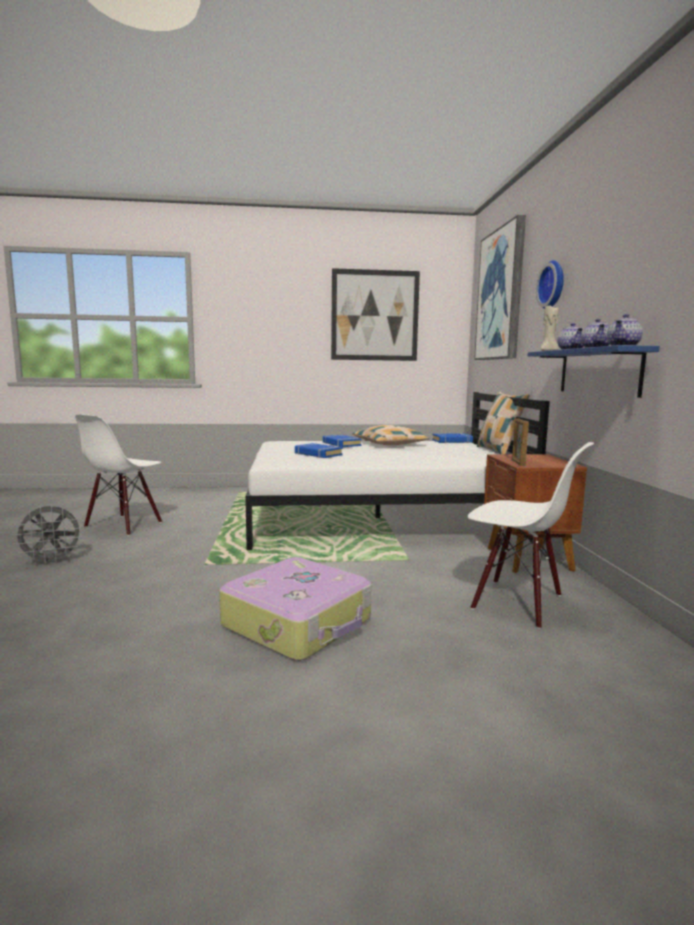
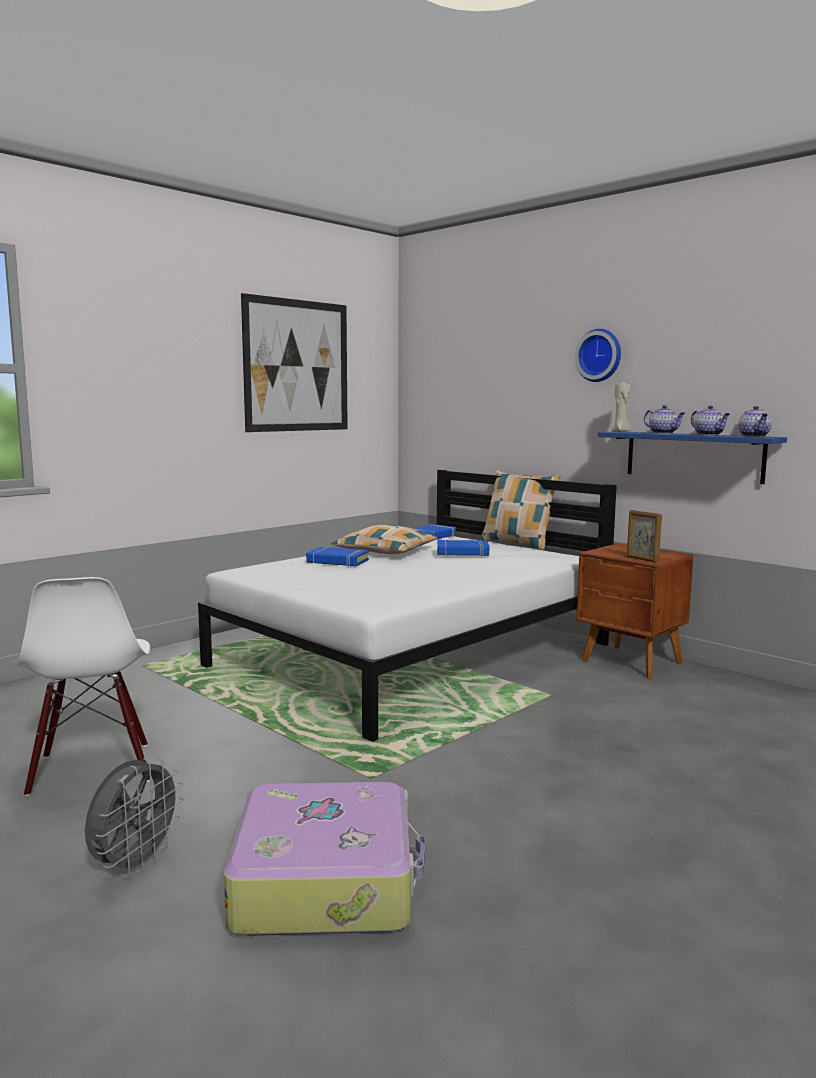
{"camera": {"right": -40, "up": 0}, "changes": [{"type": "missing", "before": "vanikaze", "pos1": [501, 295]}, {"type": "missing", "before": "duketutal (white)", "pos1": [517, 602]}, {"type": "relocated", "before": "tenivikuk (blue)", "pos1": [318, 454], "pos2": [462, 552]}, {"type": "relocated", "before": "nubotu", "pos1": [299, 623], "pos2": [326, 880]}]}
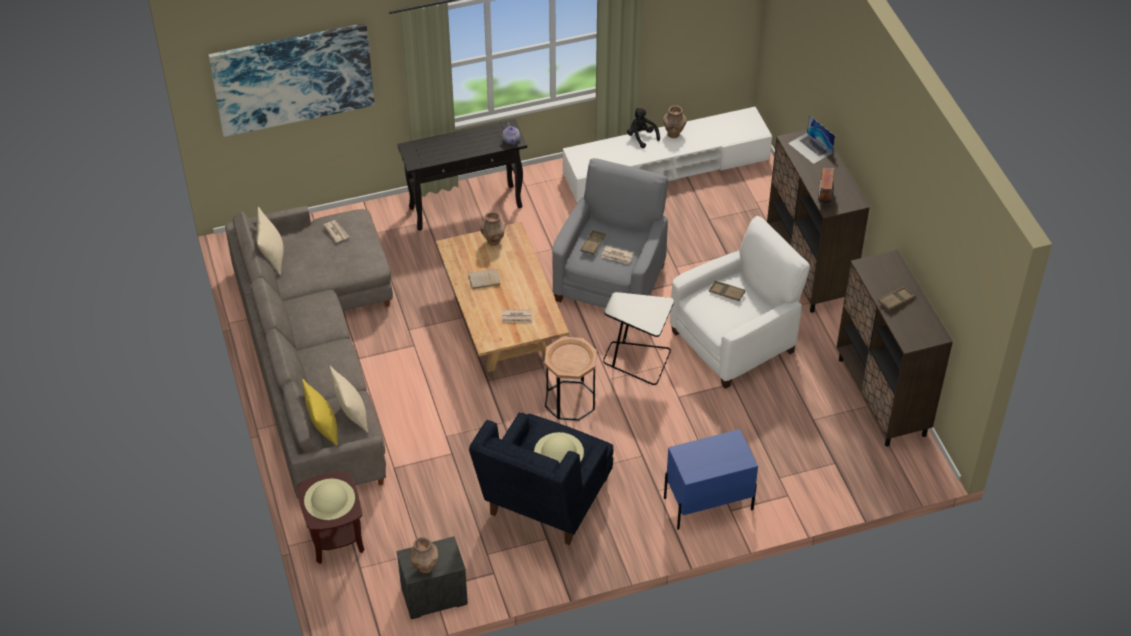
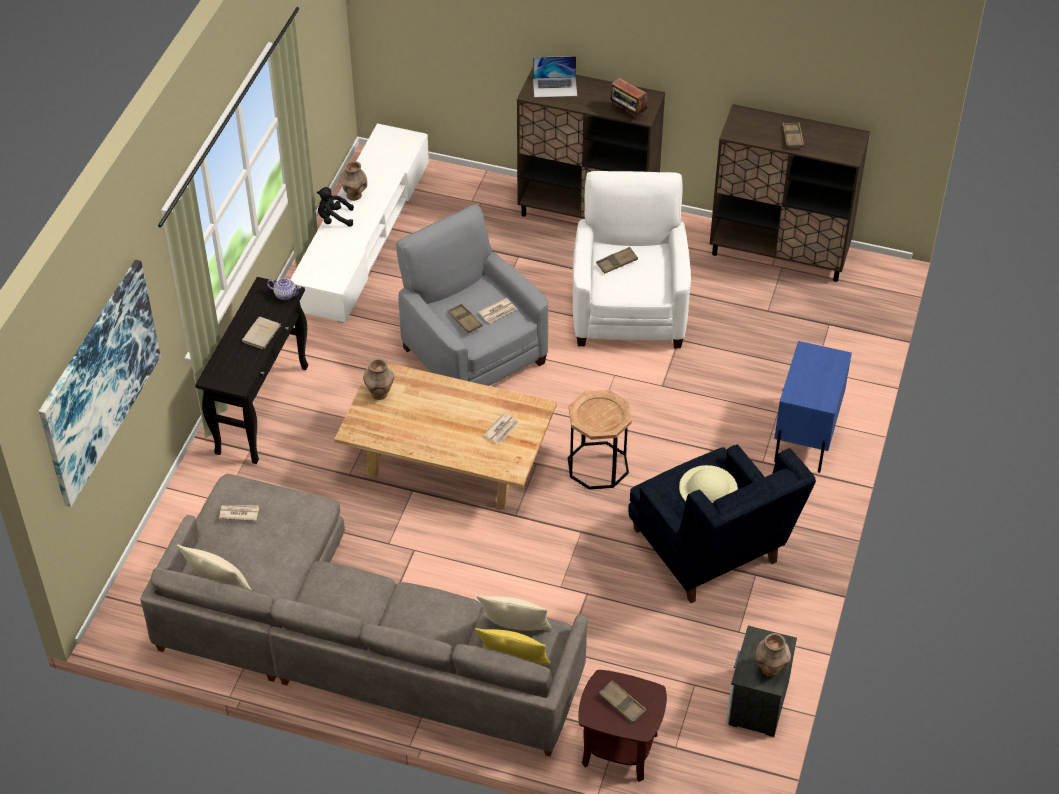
{"camera": {"right": -55, "up": 0}, "changes": [{"type": "relocated", "before": "tenivikuk (beige)", "pos1": [483, 280], "pos2": [261, 335]}, {"type": "missing", "before": "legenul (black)", "pos1": [637, 360]}, {"type": "exchanged", "before": "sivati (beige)", "after": "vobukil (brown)", "pos1": [329, 499], "pos2": [622, 704]}]}
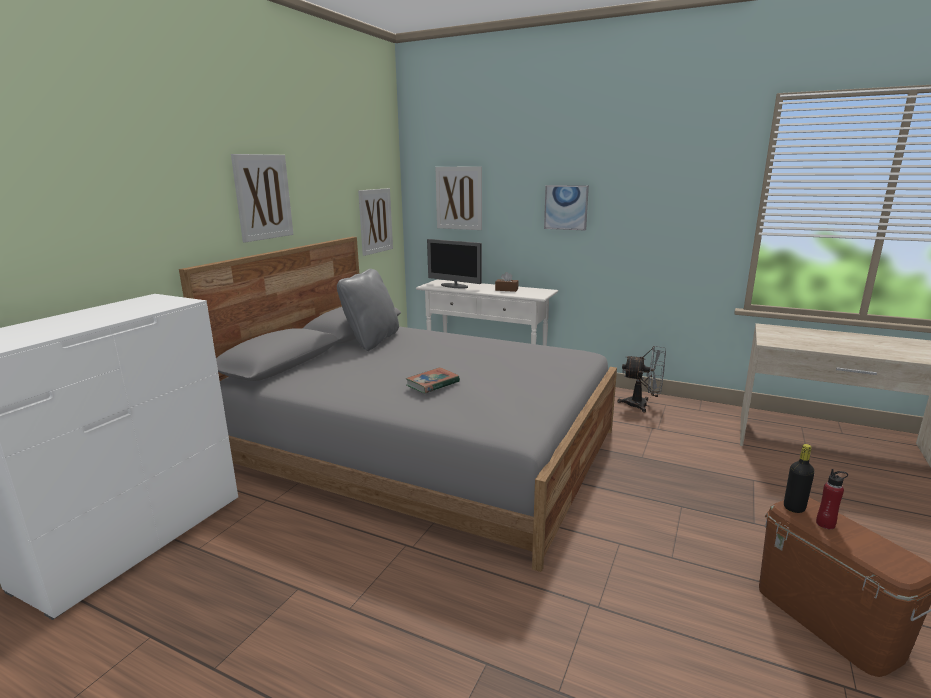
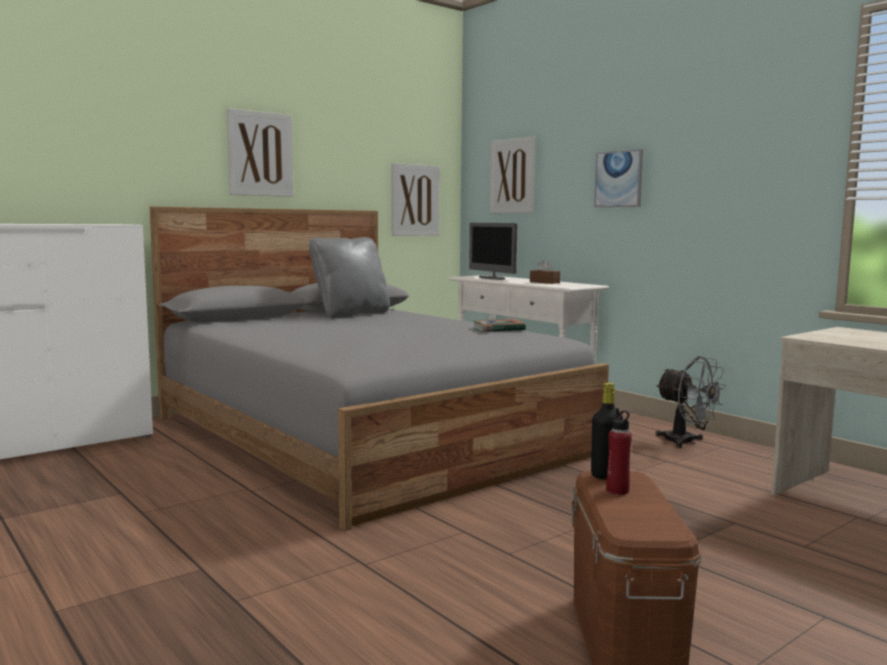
{"camera": {"right": 25, "up": -10}, "changes": [{"type": "relocated", "before": "tenivikuk", "pos1": [432, 384], "pos2": [498, 329]}]}
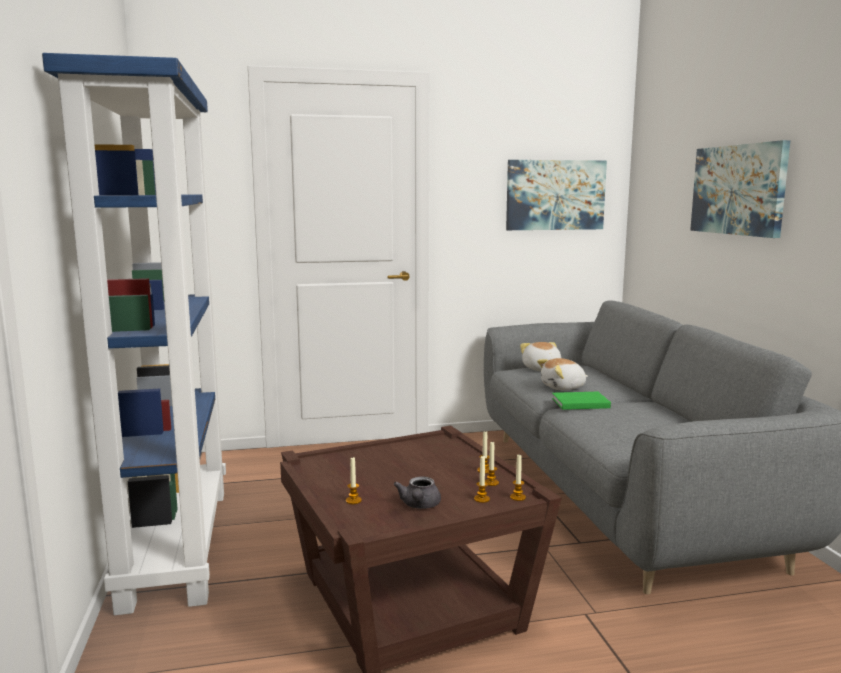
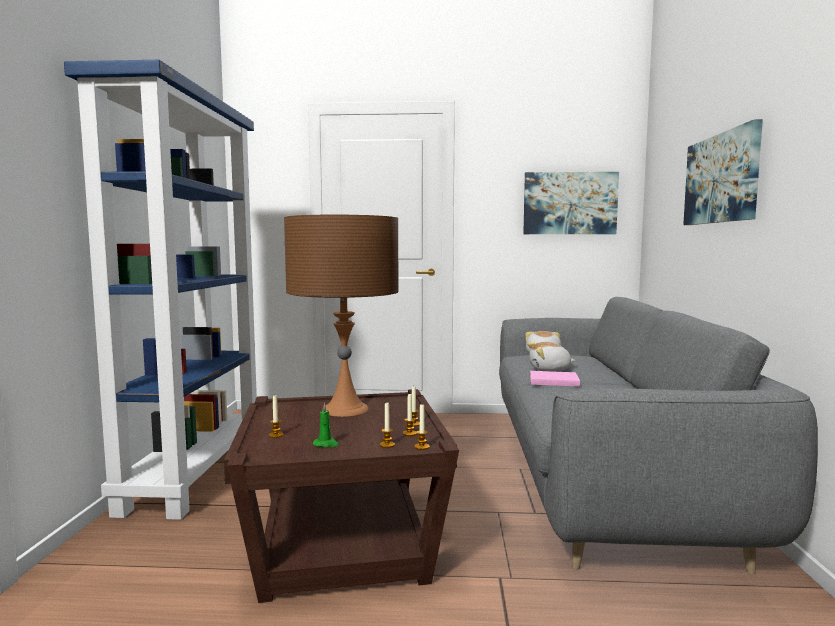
{"camera": {"right": 15, "up": -5}, "changes": [{"type": "colour", "before": "tenivikuk (green)", "after": "tenivikuk (pink)", "pos1": [578, 403], "pos2": [552, 381]}, {"type": "exchanged", "before": "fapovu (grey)", "after": "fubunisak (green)", "pos1": [419, 506], "pos2": [326, 444]}, {"type": "appeared", "after": "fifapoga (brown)", "pos2": [345, 409]}]}
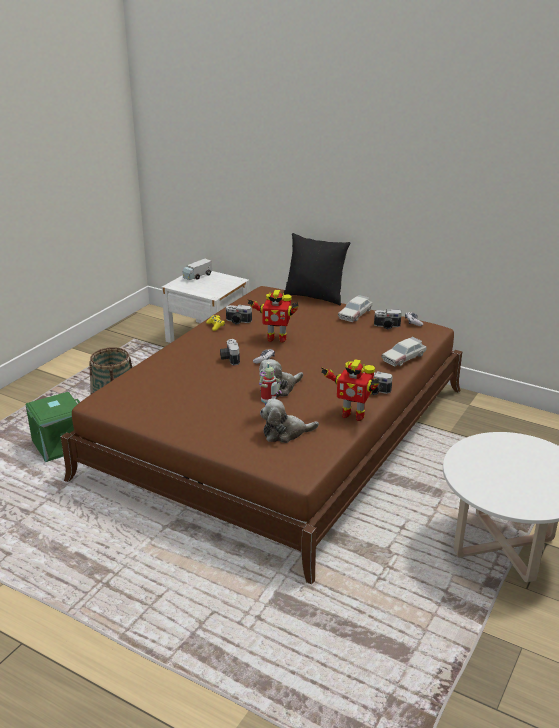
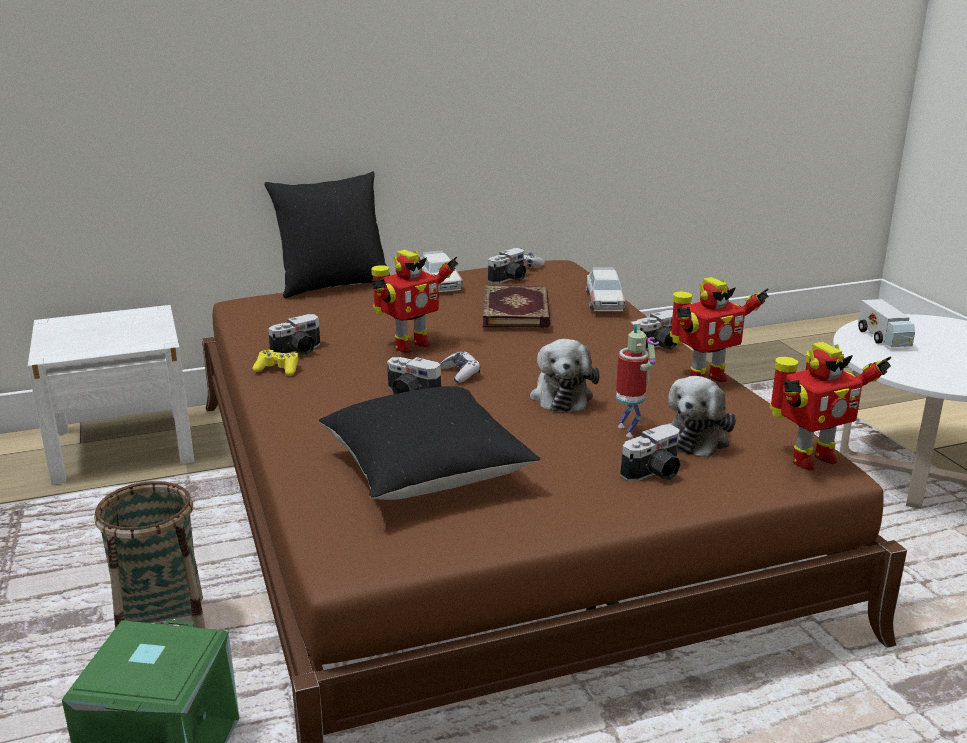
{"camera": {"right": -50, "up": -5}, "changes": [{"type": "relocated", "before": "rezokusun", "pos1": [197, 276], "pos2": [883, 338]}, {"type": "appeared", "after": "tenivikuk", "pos2": [517, 311]}, {"type": "appeared", "after": "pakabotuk", "pos2": [809, 459]}, {"type": "appeared", "after": "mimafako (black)", "pos2": [426, 472]}, {"type": "appeared", "after": "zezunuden", "pos2": [655, 473]}]}
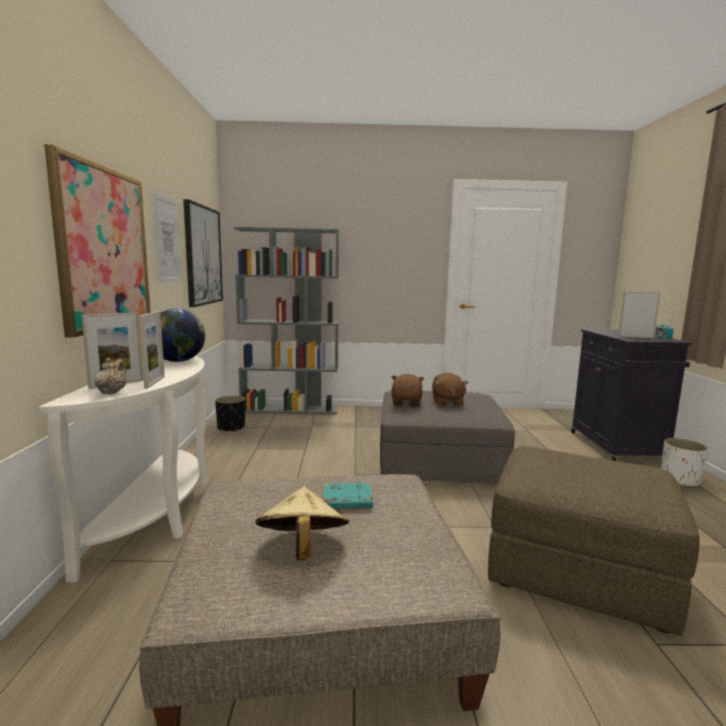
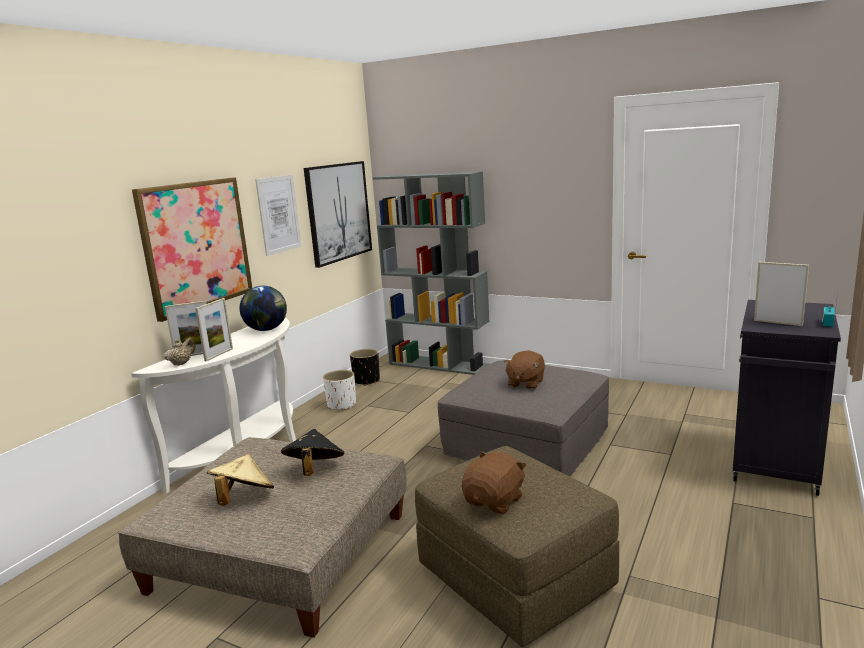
{"camera": {"right": 30, "up": 5}, "changes": [{"type": "relocated", "before": "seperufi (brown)", "pos1": [407, 403], "pos2": [495, 501]}, {"type": "relocated", "before": "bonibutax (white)", "pos1": [679, 480], "pos2": [341, 405]}, {"type": "exchanged", "before": "tenivikuk (turquoise)", "after": "sivati (black)", "pos1": [347, 501], "pos2": [314, 470]}]}
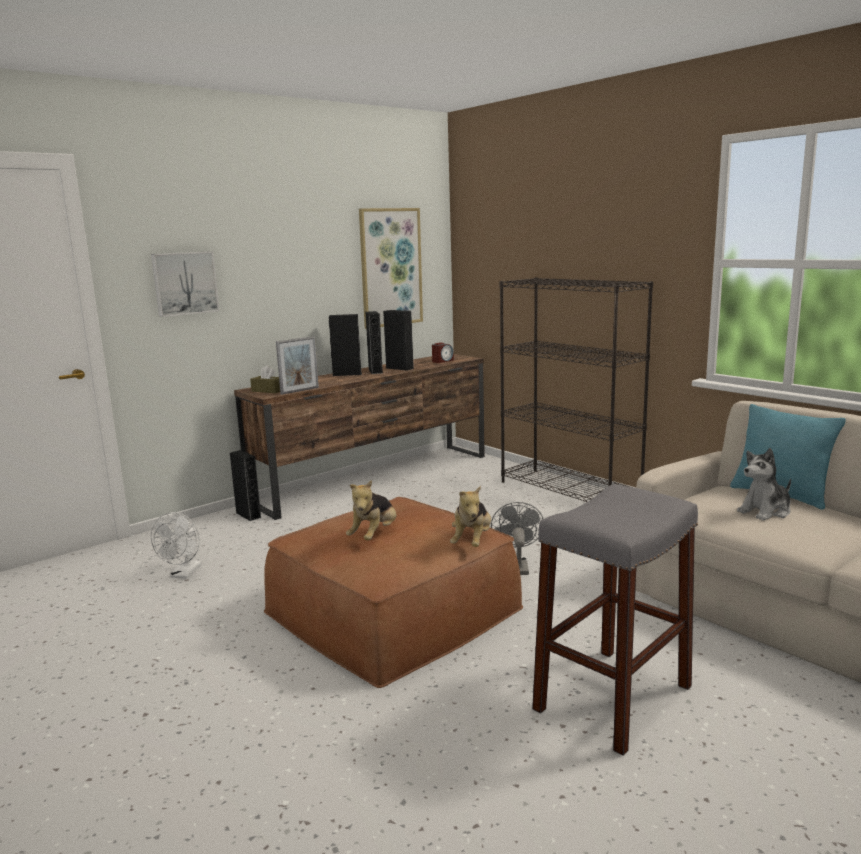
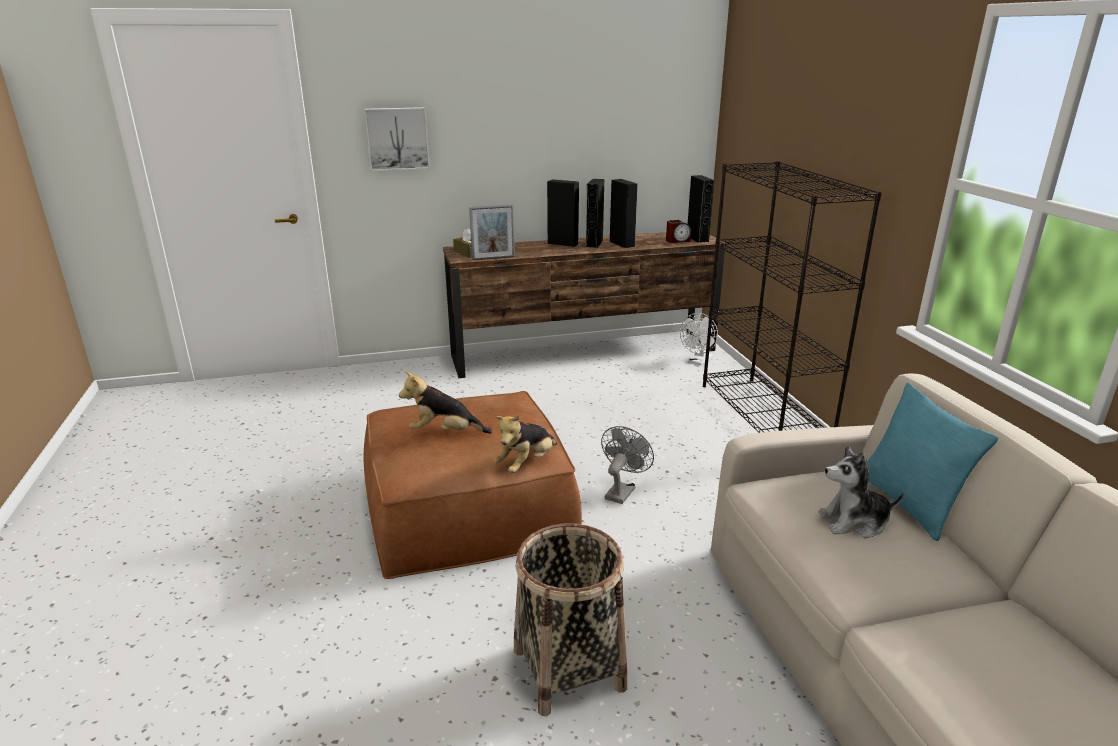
{"camera": {"right": 25, "up": 10}, "changes": [{"type": "missing", "before": "vanikaze", "pos1": [390, 267]}, {"type": "relocated", "before": "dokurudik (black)", "pos1": [248, 515], "pos2": [697, 239]}, {"type": "spun", "before": "seperufi", "pos1": [374, 535], "pos2": [445, 432], "turn": 45}, {"type": "exchanged", "before": "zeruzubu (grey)", "after": "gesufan", "pos1": [613, 698], "pos2": [568, 669]}, {"type": "relocated", "before": "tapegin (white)", "pos1": [184, 574], "pos2": [698, 361]}]}
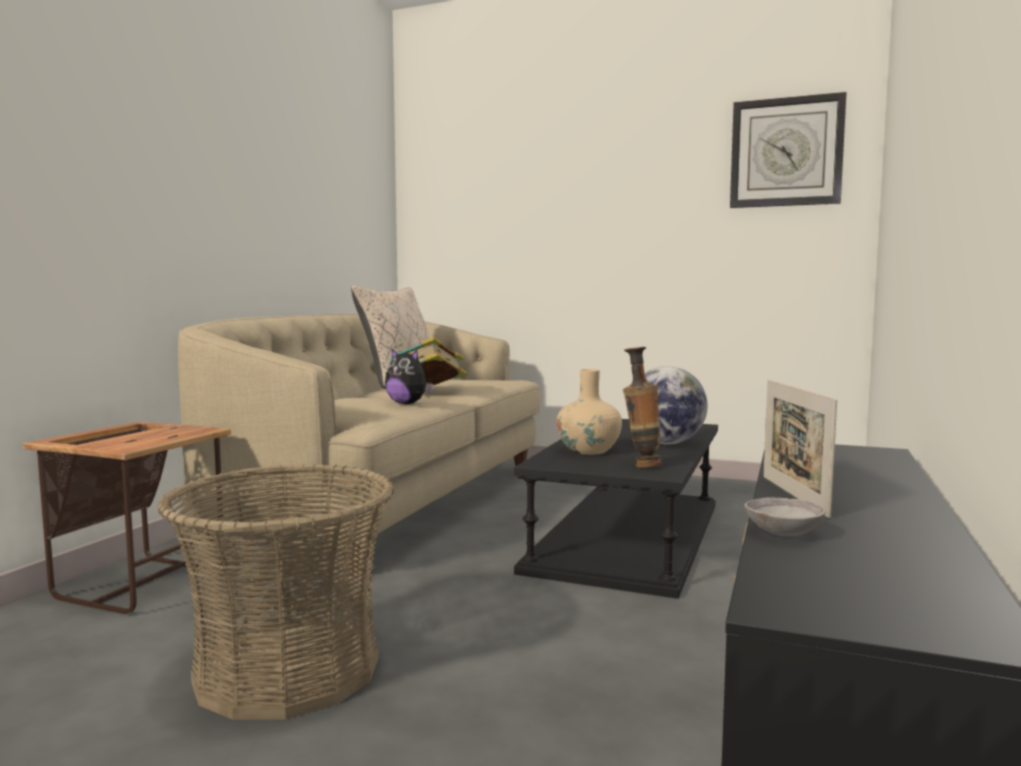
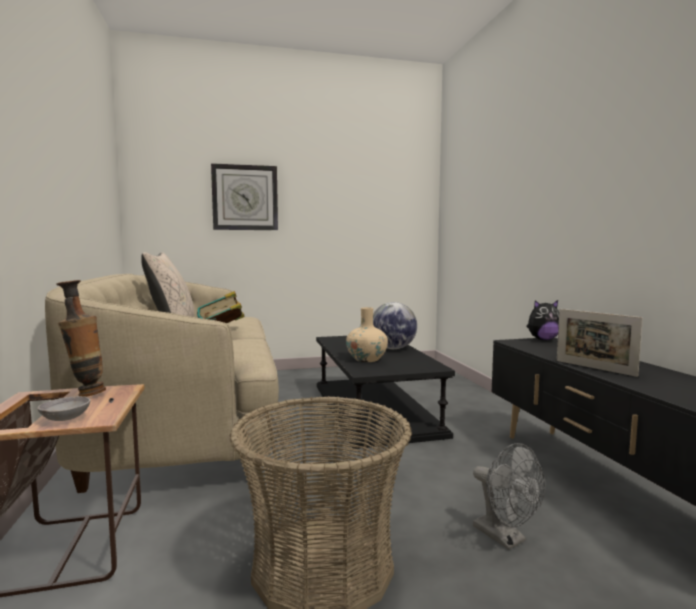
{"camera": {"right": -35, "up": 0}, "changes": [{"type": "relocated", "before": "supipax", "pos1": [786, 152], "pos2": [245, 198]}, {"type": "relocated", "before": "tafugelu", "pos1": [641, 465], "pos2": [85, 394]}, {"type": "relocated", "before": "seperufi", "pos1": [407, 404], "pos2": [543, 339]}, {"type": "relocated", "before": "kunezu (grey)", "pos1": [783, 533], "pos2": [65, 419]}, {"type": "appeared", "after": "tapegin (grey)", "pos2": [505, 538]}]}
